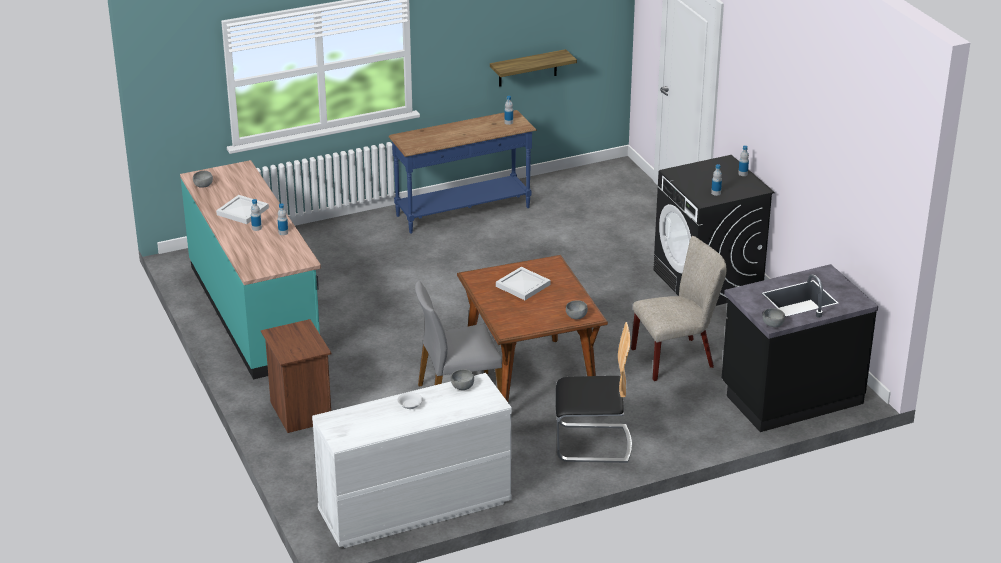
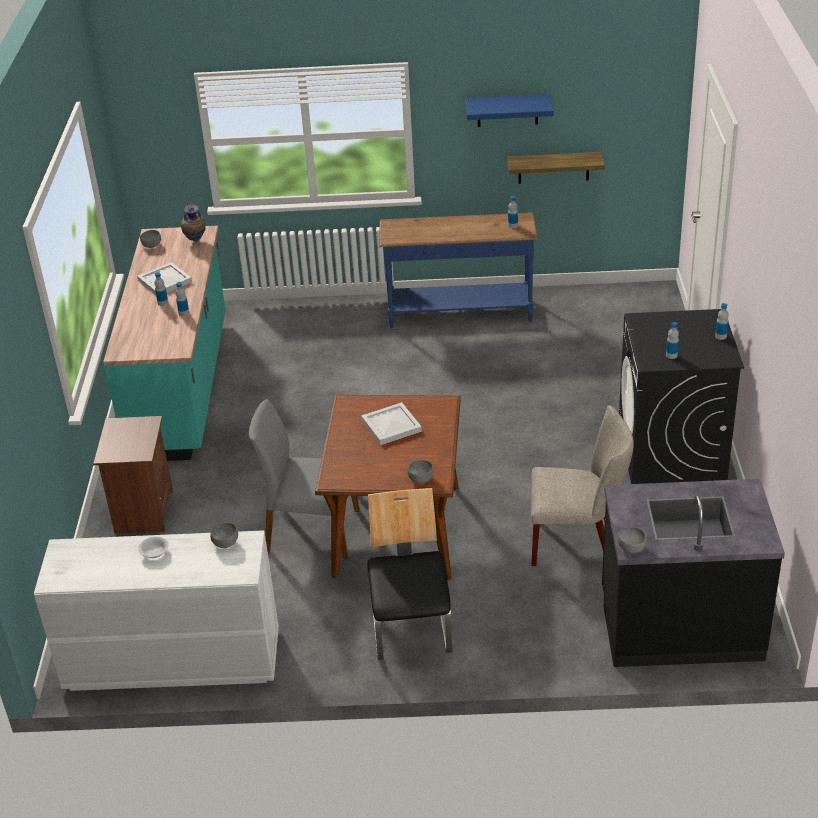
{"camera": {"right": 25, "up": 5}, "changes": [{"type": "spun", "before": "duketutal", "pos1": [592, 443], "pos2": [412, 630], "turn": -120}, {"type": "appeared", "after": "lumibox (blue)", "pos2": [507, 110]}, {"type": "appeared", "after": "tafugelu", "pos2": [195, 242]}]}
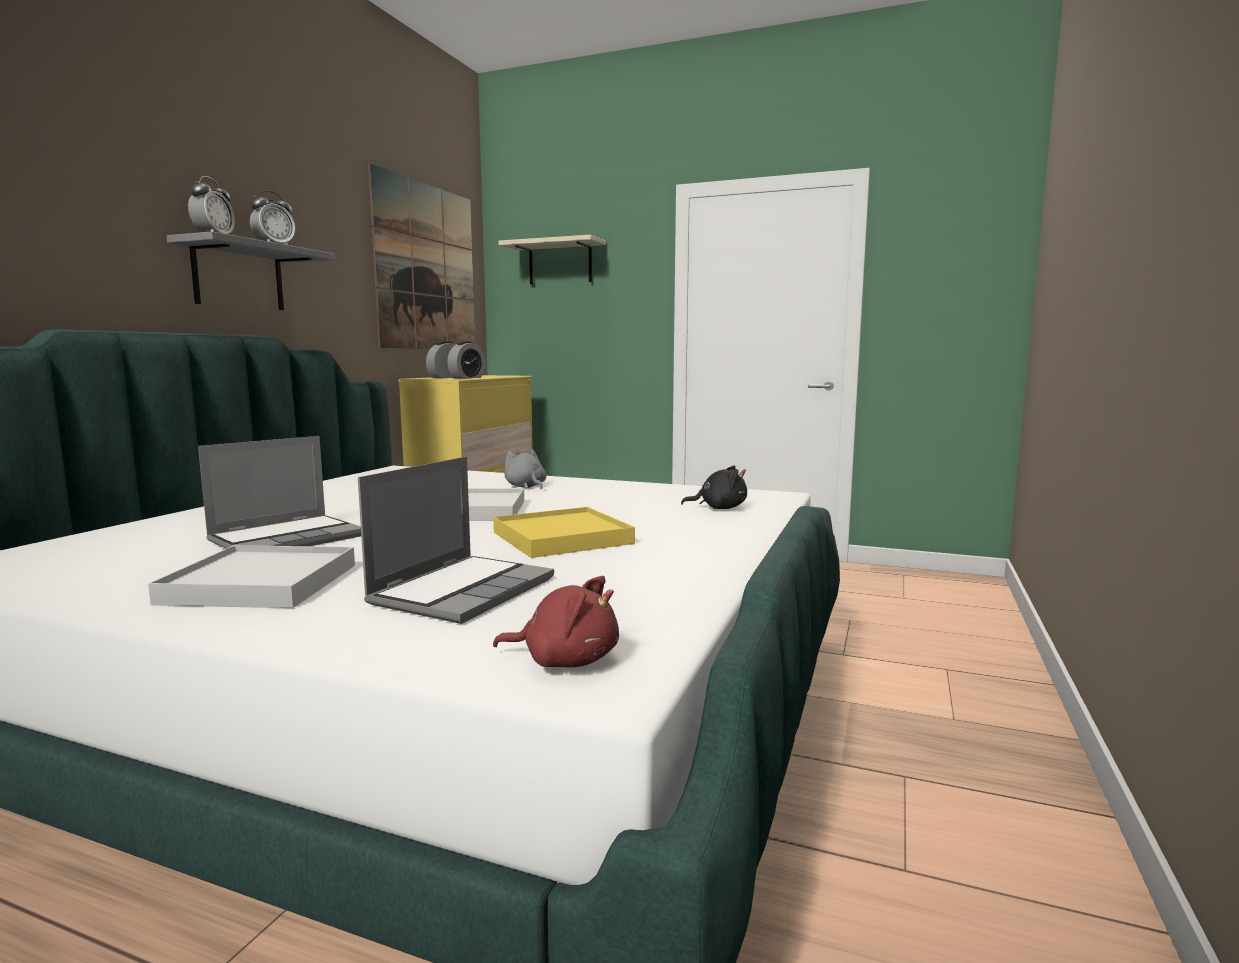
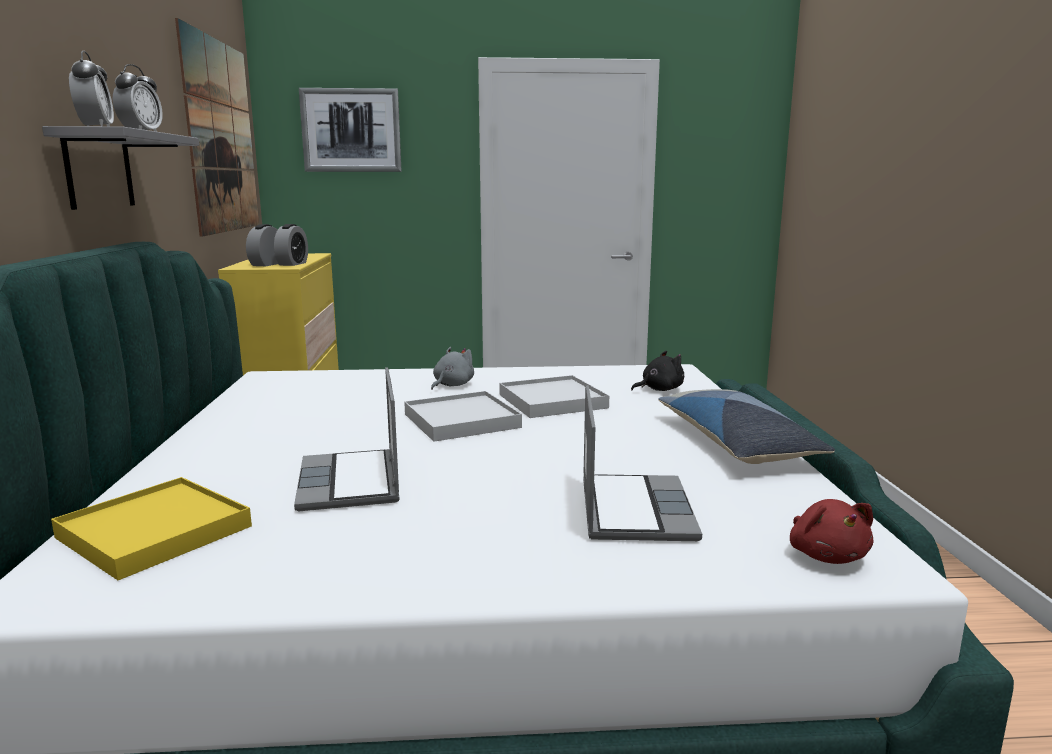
{"camera": {"right": -25, "up": 5}, "changes": [{"type": "exchanged", "before": "lumibox (beige)", "after": "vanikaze", "pos1": [560, 263], "pos2": [351, 130]}, {"type": "spun", "before": "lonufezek", "pos1": [288, 538], "pos2": [351, 483], "turn": 150}, {"type": "spun", "before": "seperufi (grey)", "pos1": [526, 487], "pos2": [452, 385], "turn": 90}, {"type": "relocated", "before": "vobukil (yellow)", "pos1": [562, 538], "pos2": [155, 532]}, {"type": "relocated", "before": "vobukil (white)", "pos1": [262, 583], "pos2": [552, 401]}, {"type": "spun", "before": "seperufi (red)", "pos1": [565, 660], "pos2": [826, 555], "turn": 90}, {"type": "appeared", "after": "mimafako", "pos2": [735, 443]}]}
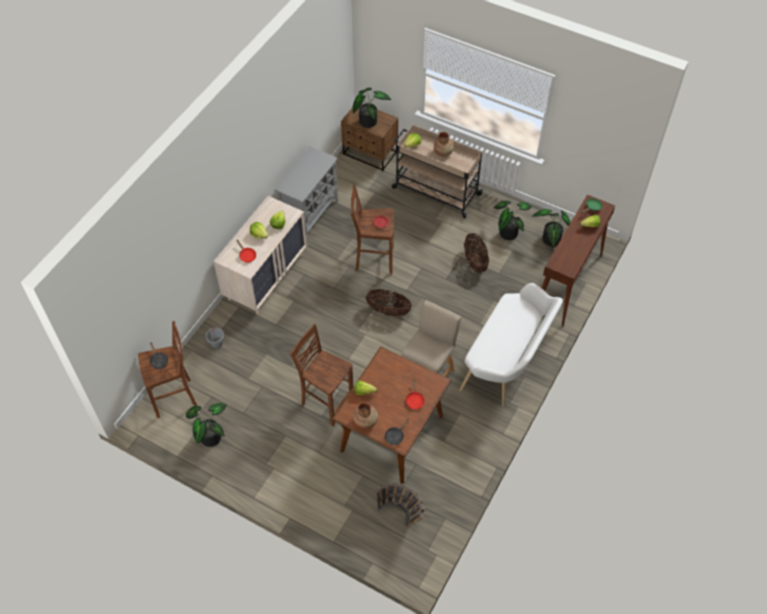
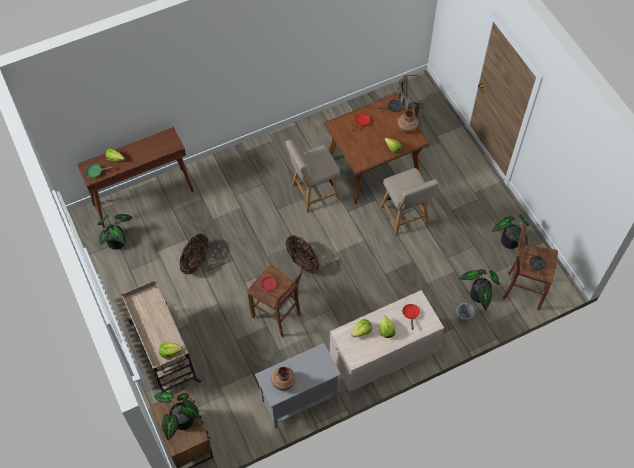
{"camera": {"right": -145, "up": 5}, "changes": [{"type": "relocated", "before": "tafugelu (brown)", "pos1": [443, 152], "pos2": [283, 382]}, {"type": "relocated", "before": "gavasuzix", "pos1": [508, 231], "pos2": [478, 296]}, {"type": "missing", "before": "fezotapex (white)", "pos1": [507, 363]}, {"type": "exchanged", "before": "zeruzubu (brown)", "after": "duketutal (beige)", "pos1": [326, 402], "pos2": [405, 217]}]}
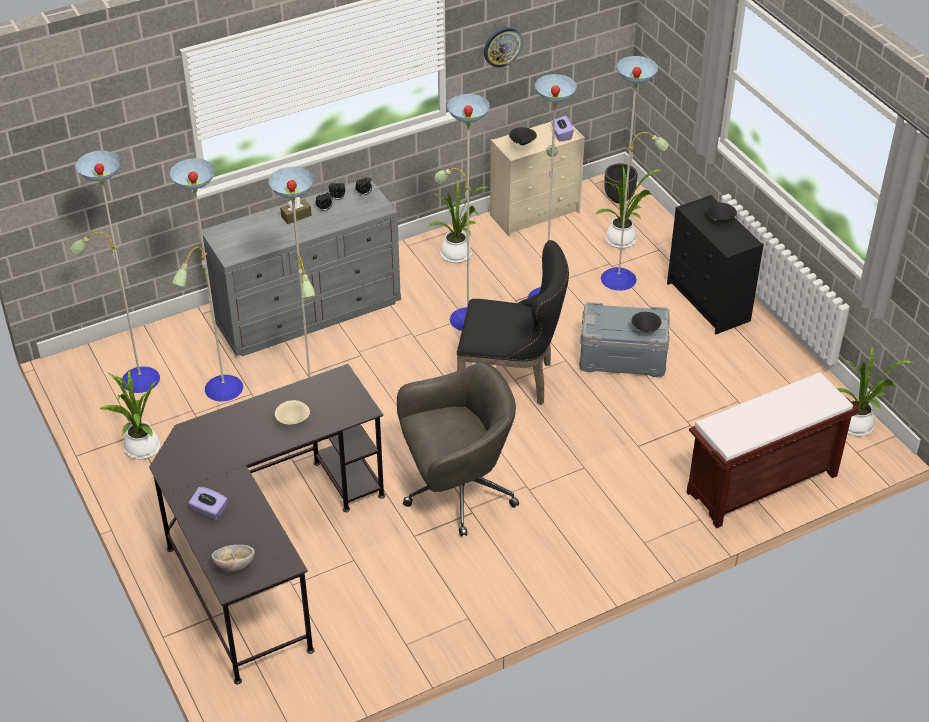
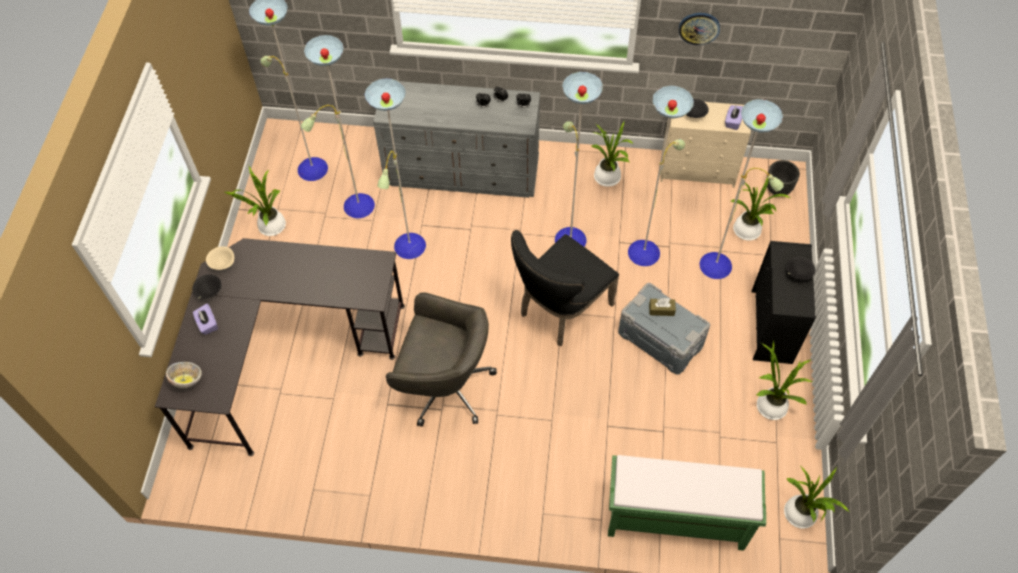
{"camera": {"right": 35, "up": 15}, "changes": [{"type": "relocated", "before": "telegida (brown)", "pos1": [296, 216], "pos2": [661, 310]}, {"type": "spun", "before": "duketutal (black)", "pos1": [512, 379], "pos2": [560, 311], "turn": 90}, {"type": "relocated", "before": "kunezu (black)", "pos1": [645, 330], "pos2": [209, 292]}, {"type": "colour", "before": "fezotapex (brown)", "after": "fezotapex (green)", "pos1": [761, 485], "pos2": [674, 520]}, {"type": "relocated", "before": "kunezu (beige)", "pos1": [293, 421], "pos2": [223, 264]}, {"type": "appeared", "after": "gavasuzix", "pos2": [769, 404]}]}
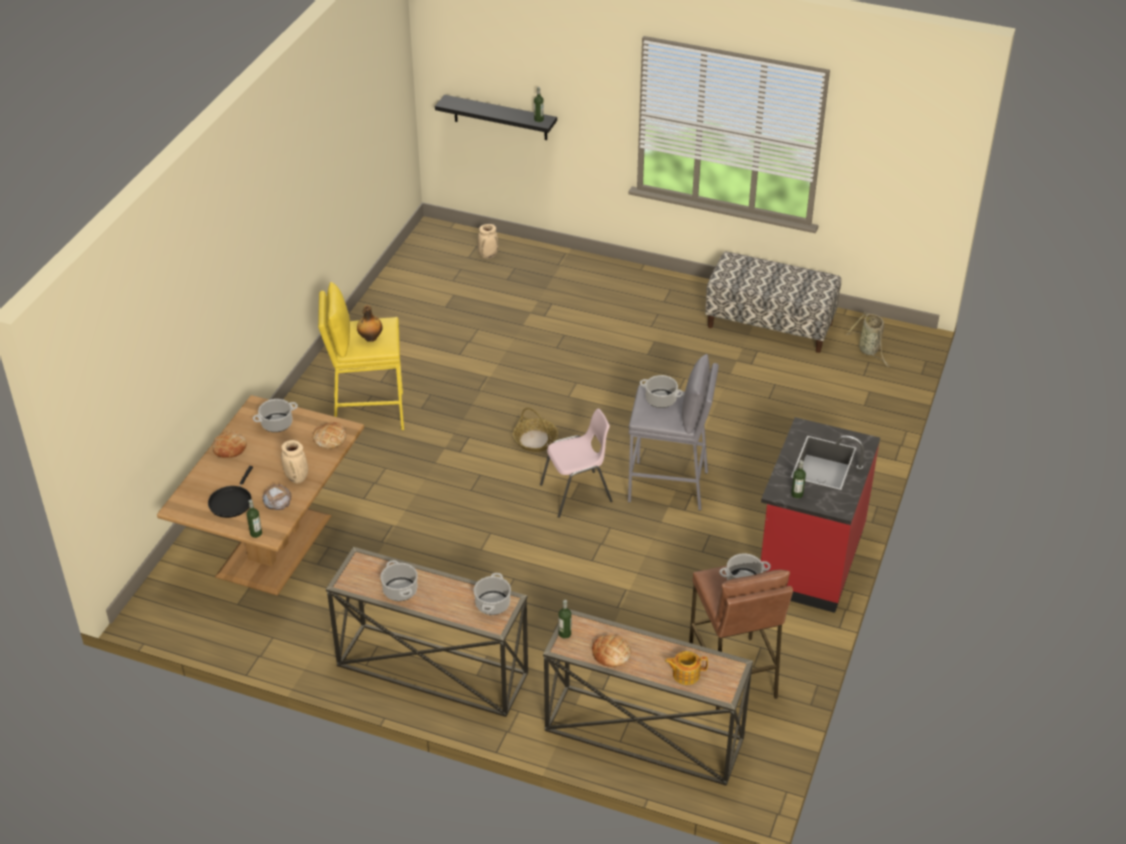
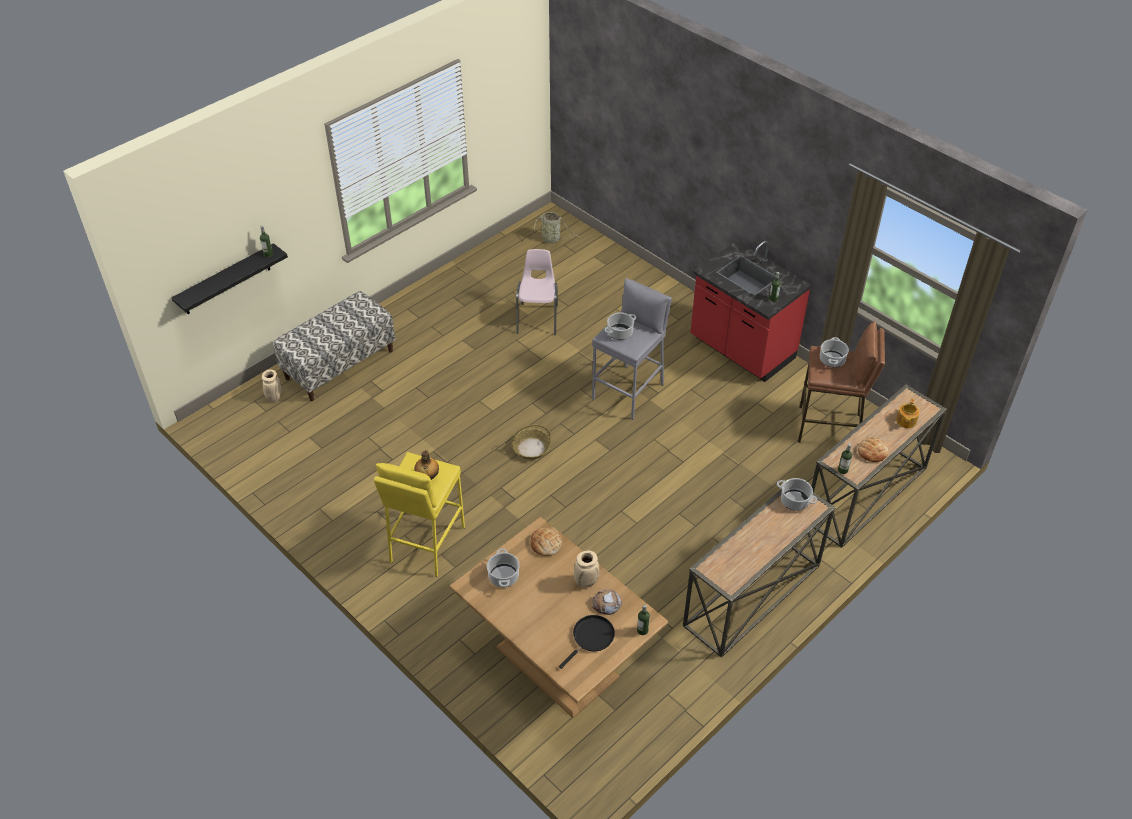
{"camera": {"right": -65, "up": 5}, "changes": [{"type": "relocated", "before": "fezotapex", "pos1": [770, 325], "pos2": [339, 364]}, {"type": "relocated", "before": "duketutal (pink)", "pos1": [577, 494], "pos2": [538, 319]}, {"type": "missing", "before": "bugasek", "pos1": [229, 447]}, {"type": "spun", "before": "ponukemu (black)", "pos1": [231, 501], "pos2": [591, 637], "turn": -90}, {"type": "missing", "before": "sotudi", "pos1": [399, 590]}]}
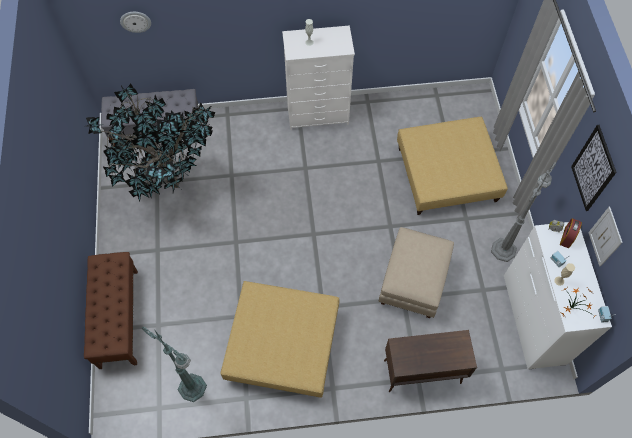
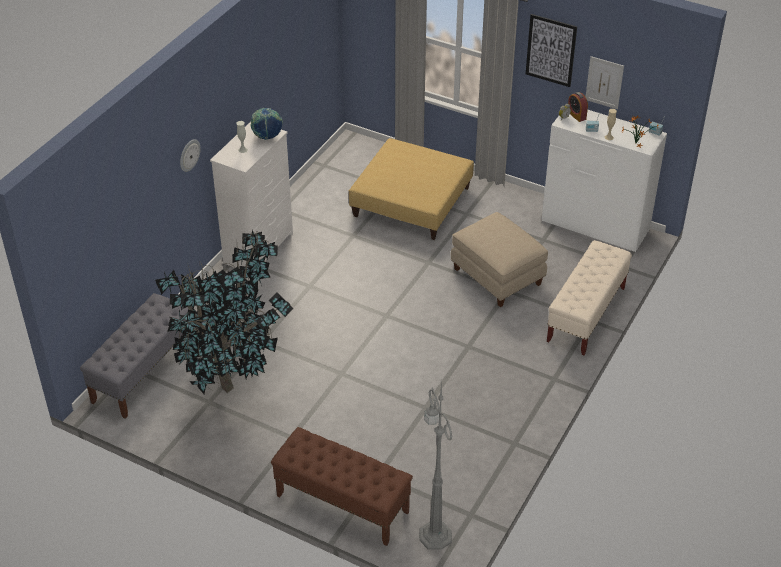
{"camera": {"right": -55, "up": -20}, "changes": [{"type": "relocated", "before": "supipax", "pos1": [135, 21], "pos2": [189, 155]}, {"type": "relocated", "before": "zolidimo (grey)", "pos1": [504, 249], "pos2": [434, 534]}, {"type": "missing", "before": "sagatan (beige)", "pos1": [282, 344]}, {"type": "missing", "before": "zolidimo (green)", "pos1": [193, 389]}, {"type": "exchanged", "before": "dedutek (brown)", "after": "fezotapex (beige)", "pos1": [421, 372], "pos2": [586, 315]}, {"type": "appeared", "after": "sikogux", "pos2": [267, 137]}]}
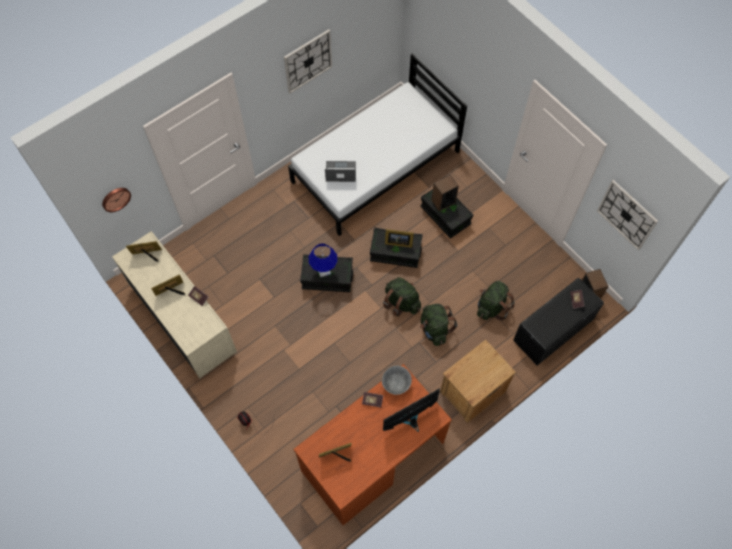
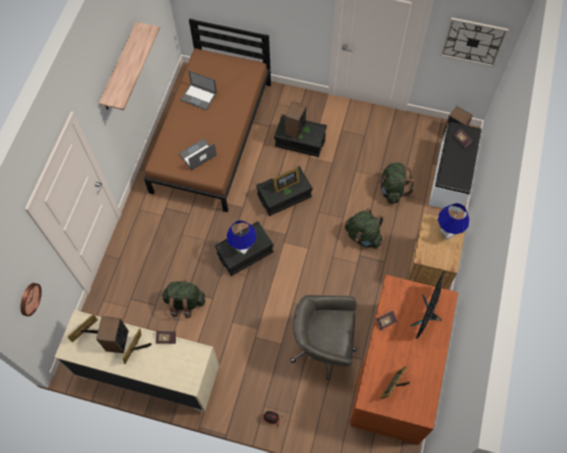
{"camera": {"right": -35, "up": 0}, "changes": [{"type": "exchanged", "before": "supipax", "after": "lumibox", "pos1": [308, 61], "pos2": [120, 68]}, {"type": "colour", "before": "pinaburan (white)", "after": "pinaburan (brown)", "pos1": [375, 166], "pos2": [212, 136]}, {"type": "relocated", "before": "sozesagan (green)", "pos1": [401, 302], "pos2": [185, 302]}, {"type": "colour", "before": "fezotapex (black)", "after": "fezotapex (white)", "pos1": [553, 330], "pos2": [451, 177]}, {"type": "missing", "before": "kunezu (grey)", "pos1": [396, 384]}, {"type": "appeared", "after": "lonufezek", "pos2": [199, 96]}, {"type": "appeared", "after": "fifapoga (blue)", "pos2": [448, 232]}, {"type": "appeared", "after": "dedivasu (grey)", "pos2": [324, 346]}, {"type": "appeared", "after": "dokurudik", "pos2": [117, 341]}]}
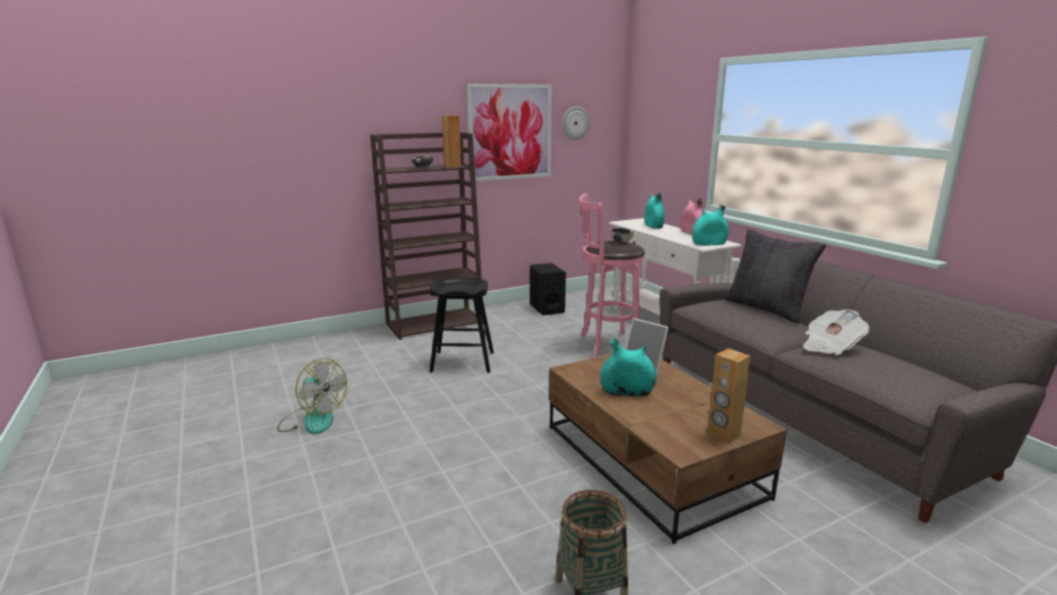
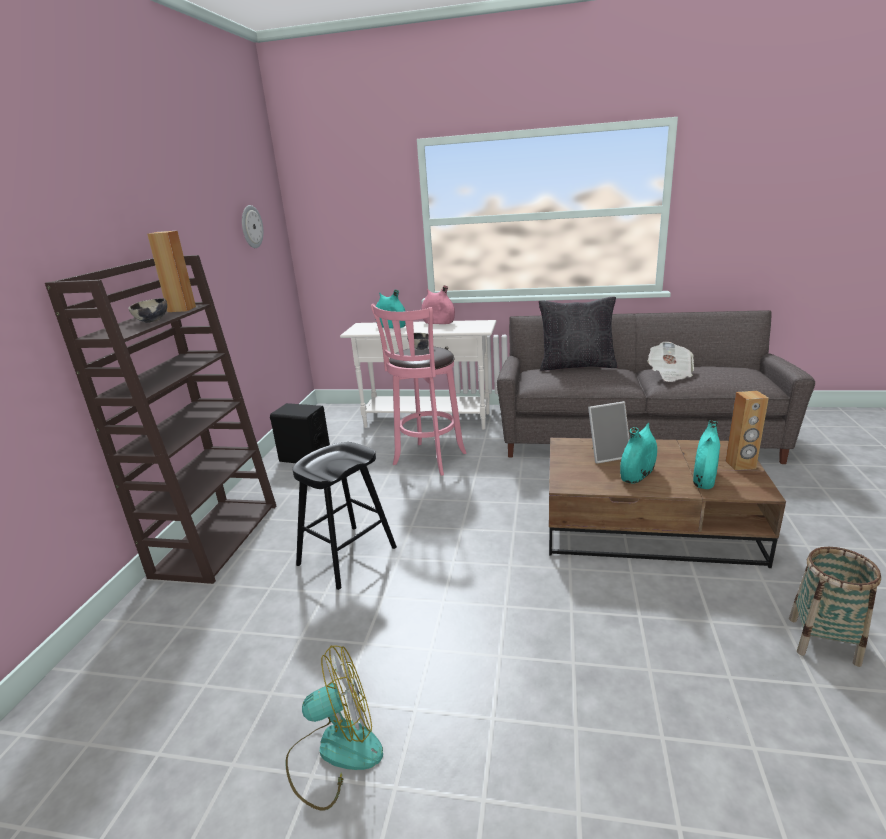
{"camera": {"right": -50, "up": 5}, "changes": [{"type": "missing", "before": "vanikaze", "pos1": [510, 132]}, {"type": "relocated", "before": "tafugelu (turquoise)", "pos1": [709, 244], "pos2": [704, 479]}]}
